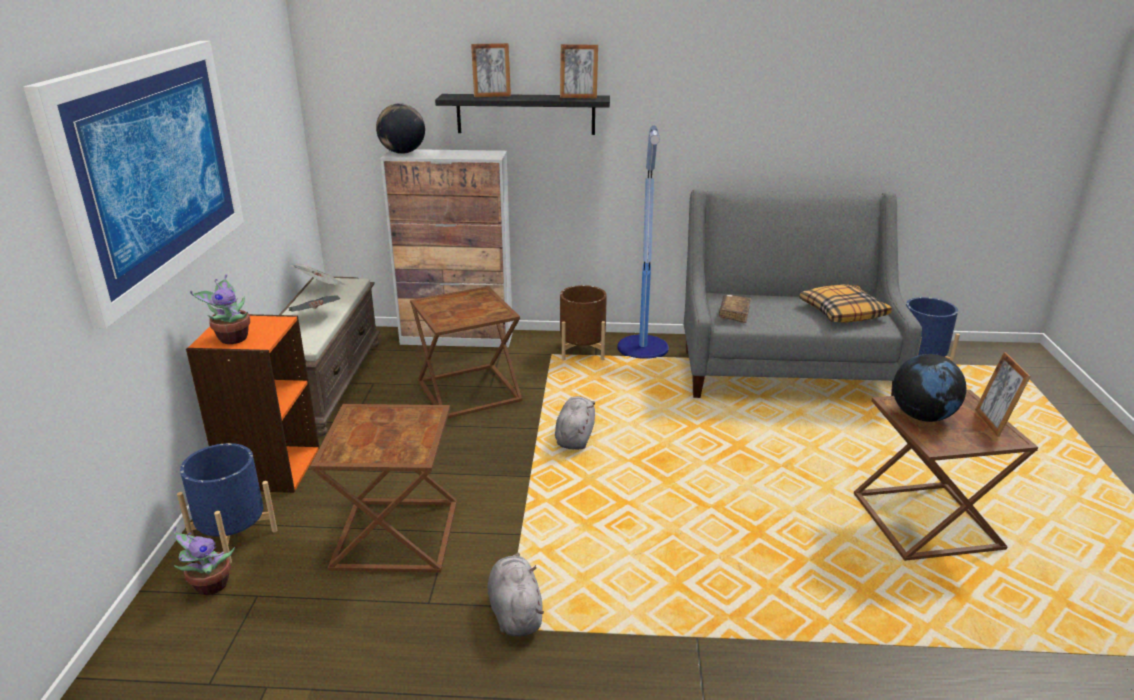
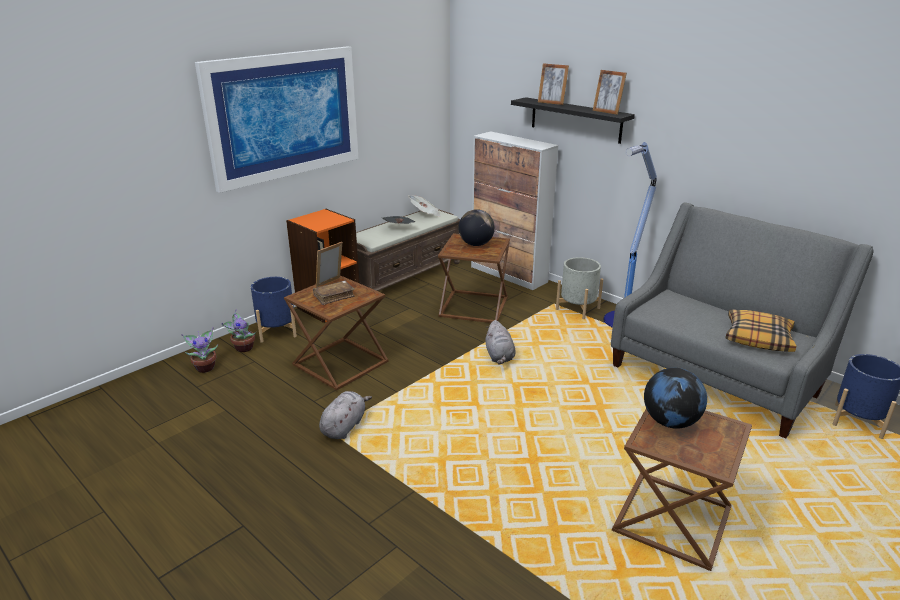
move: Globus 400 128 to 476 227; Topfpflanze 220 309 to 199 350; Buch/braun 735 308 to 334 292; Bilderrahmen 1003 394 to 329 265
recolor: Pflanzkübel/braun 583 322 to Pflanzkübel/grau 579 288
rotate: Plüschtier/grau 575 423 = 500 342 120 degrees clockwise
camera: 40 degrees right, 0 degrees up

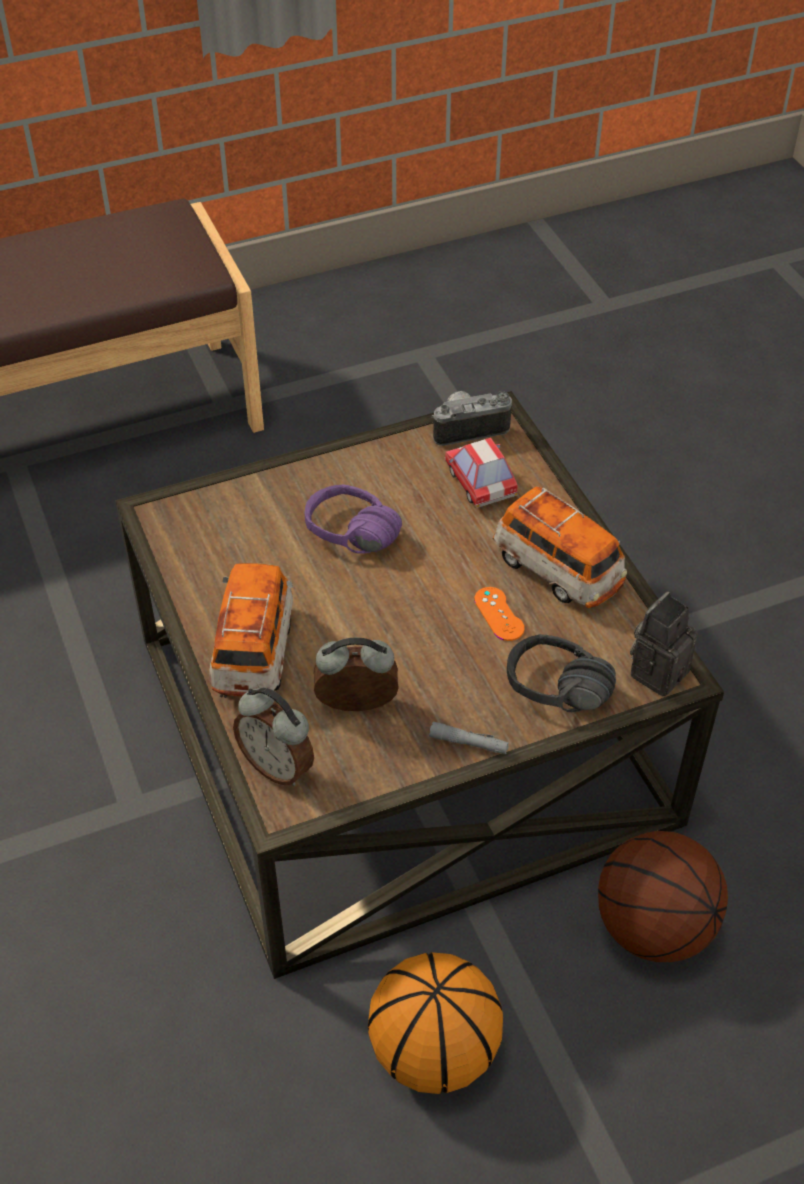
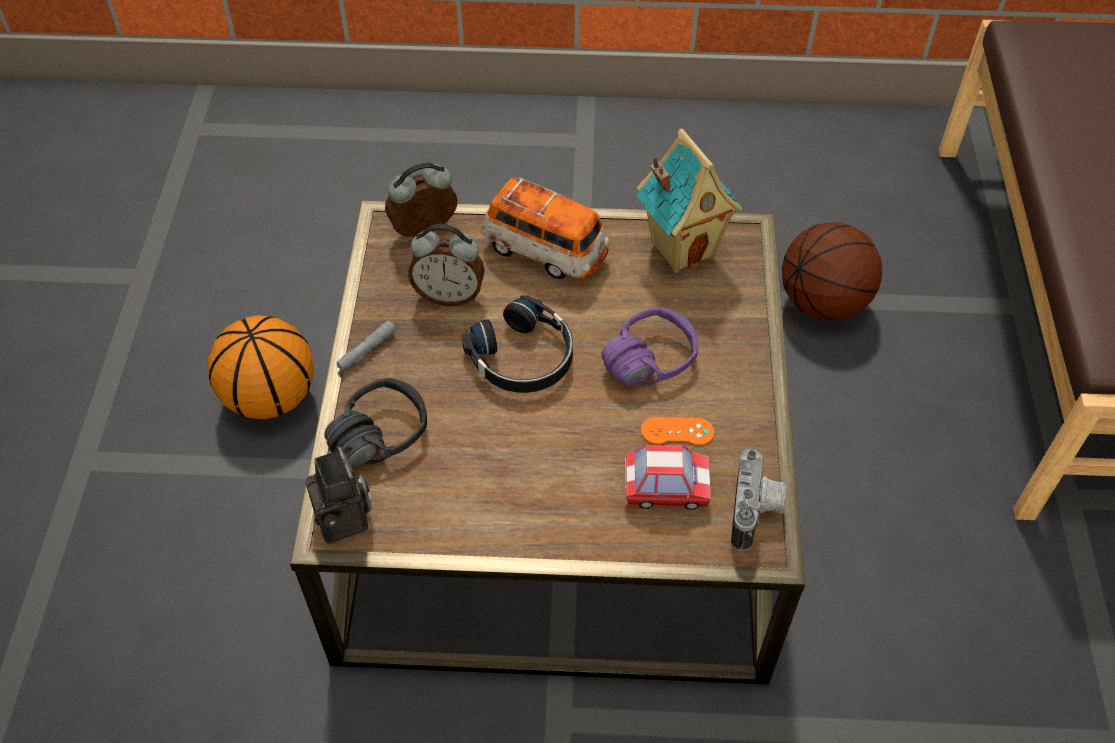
delete: Spielzeugauto 560 547
insert: Spielzeughaus 689 201; Kopfhörer/schwarz 517 344
move: Gamepad/orange 499 614 to 677 431; Basketball 663 896 to 832 271
rotate: Wecker 356 674 = 446 265 75 degrees clockwise
camera: 115 degrees right, 5 degrees up

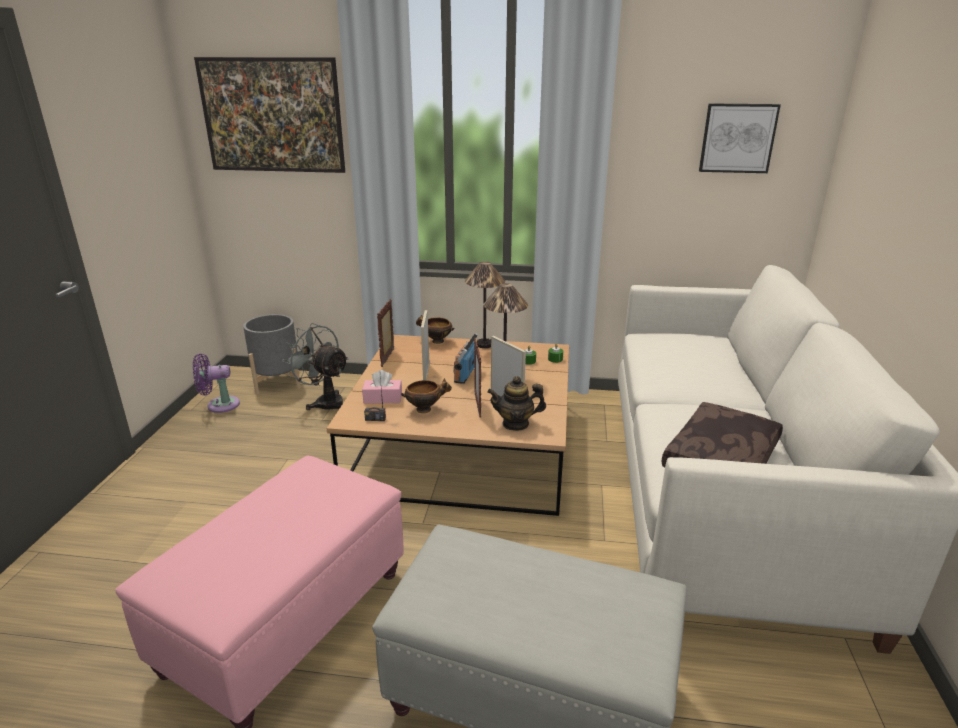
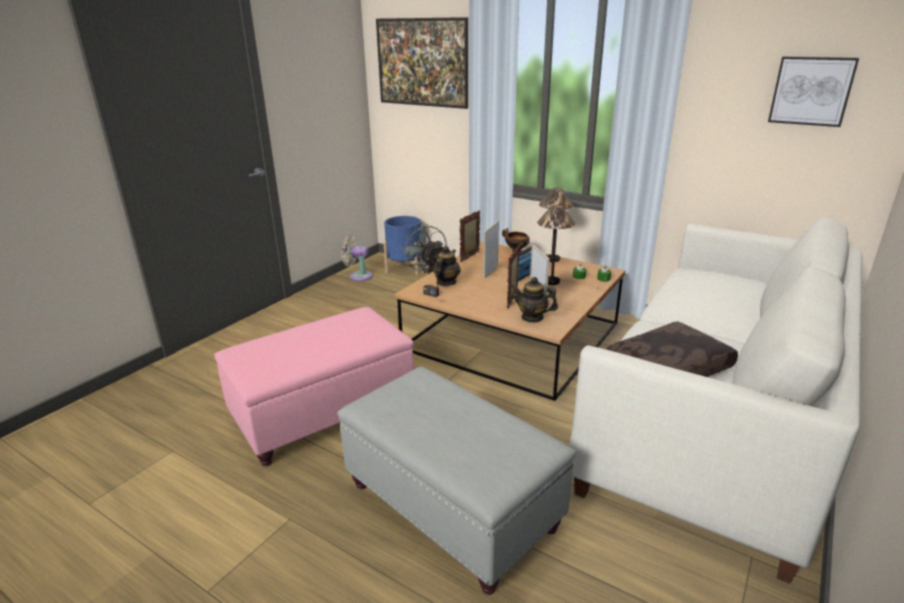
delete: Schüssel 426 395
replace: Taschentuchbox/rosa 382 387 to Teekanne 447 266
recolor: Pflanzkübel/grau 272 354 to Pflanzkübel/blau 402 245; Ventilator/lila 216 383 to Ventilator/beige 357 258
camera: 25 degrees right, 0 degrees up

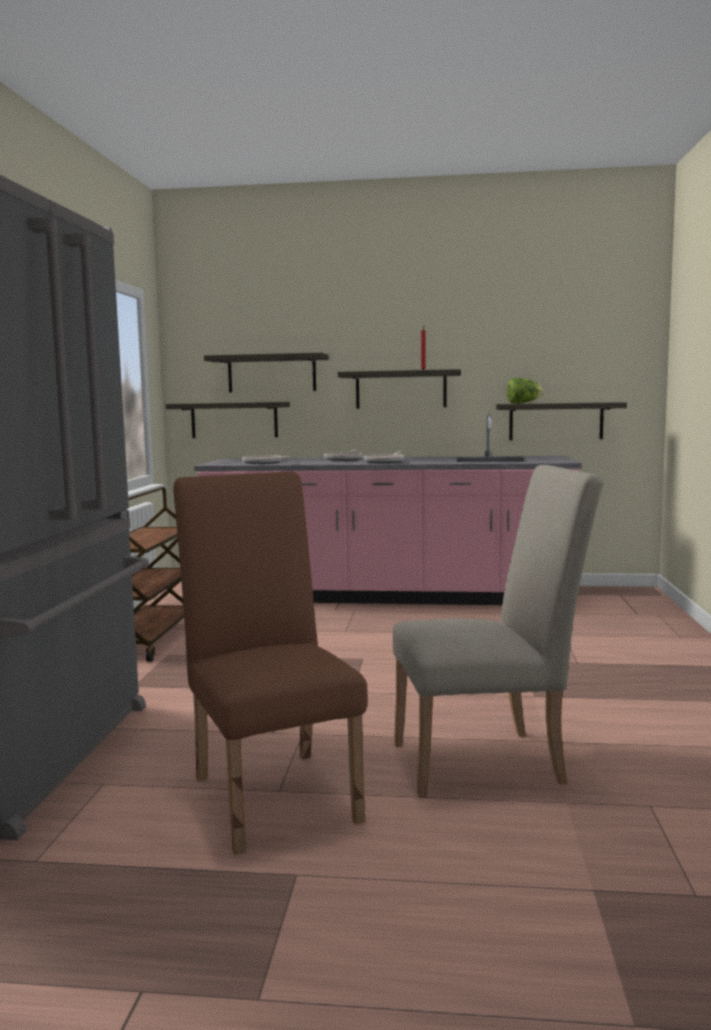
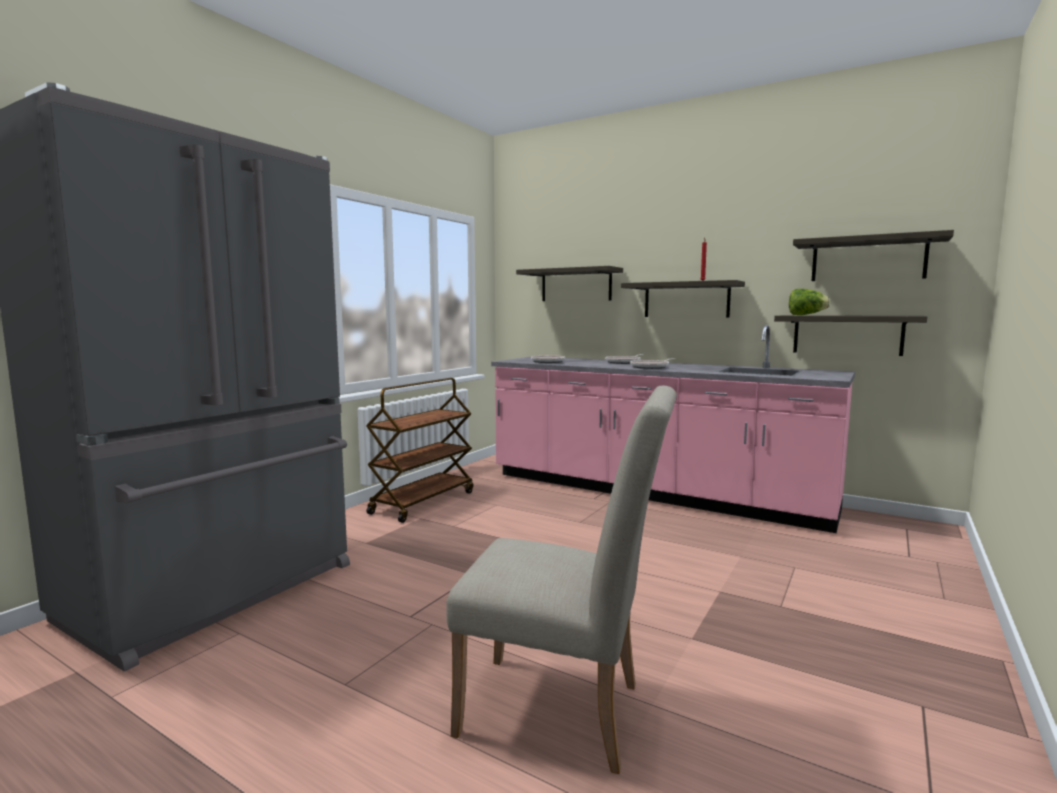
delete: Stuhl/braun 270 662
move: Wandregal 228 420 to 873 255
camera: 25 degrees right, 0 degrees up

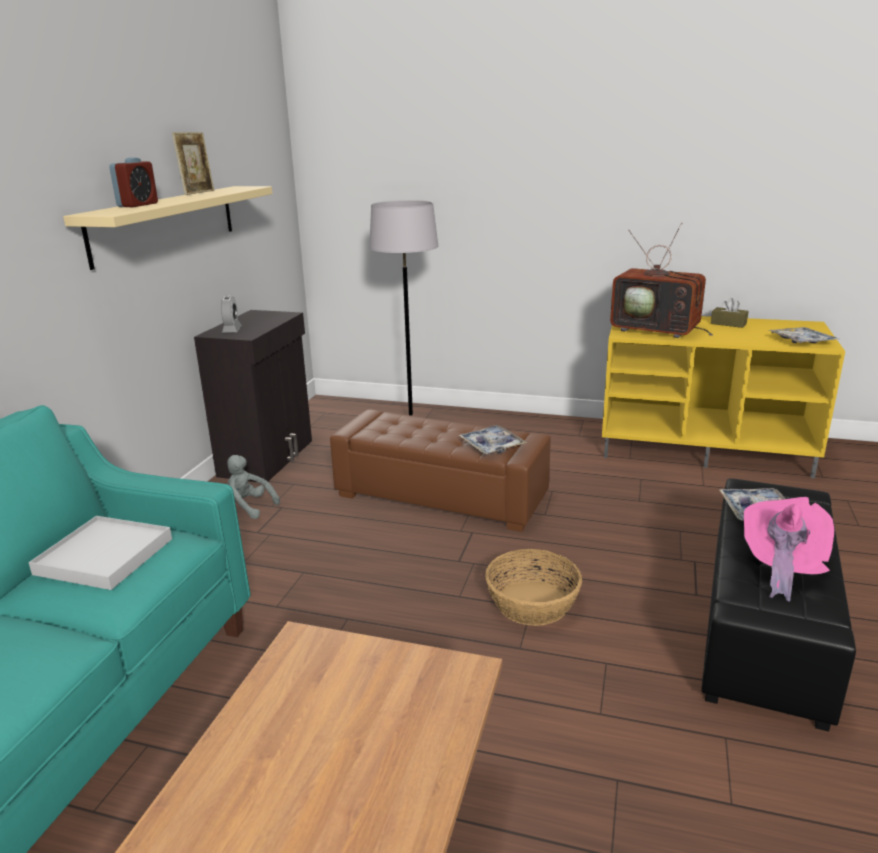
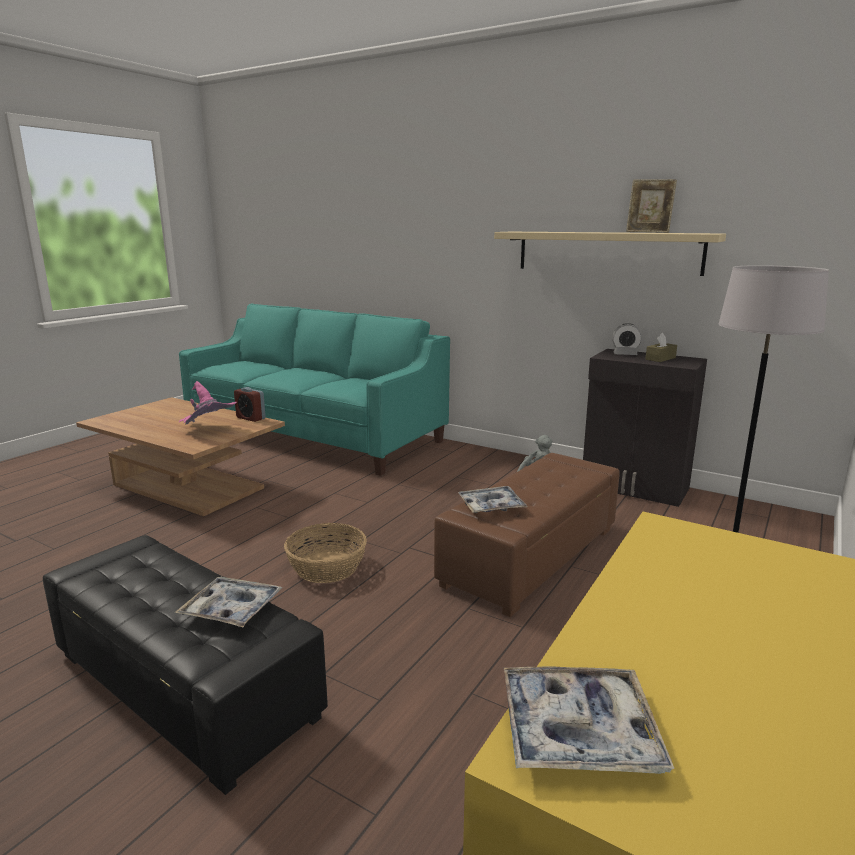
delete: Fernseher 661 280; Tablett/weiß 100 553
move: Wecker 133 182 to 250 404; Taschentuchbox/braun 729 313 to 661 347; Hut/rosa 789 549 to 208 403
camera: 105 degrees right, 5 degrees down

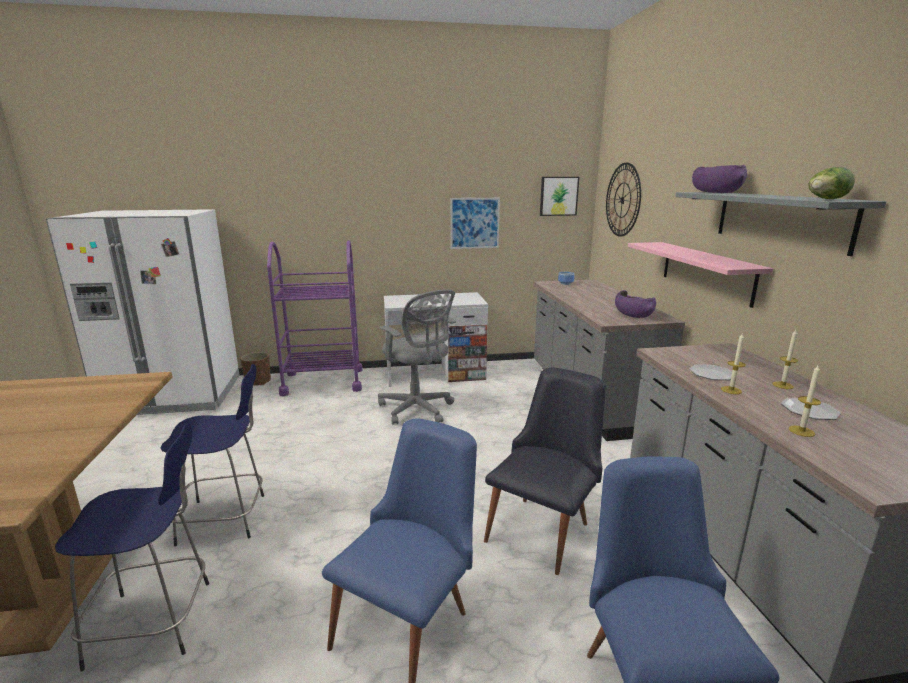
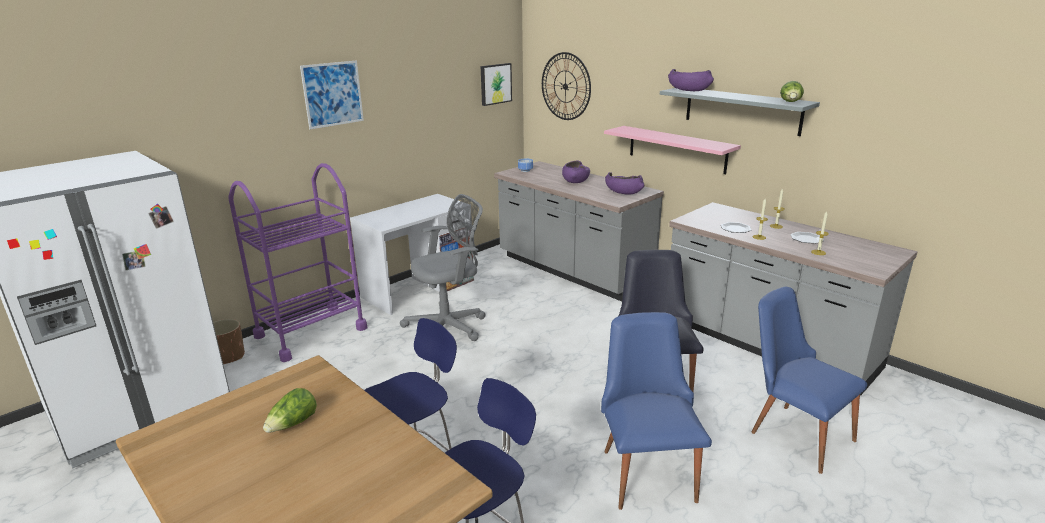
insert: Schüssel/lila 576 171; Salatkopf 290 410
move: Bild 475 223 to 332 95
rotate: Bürostuhl/grau 417 357 = 442 267 45 degrees counterclockwise
camera: 35 degrees left, 5 degrees up

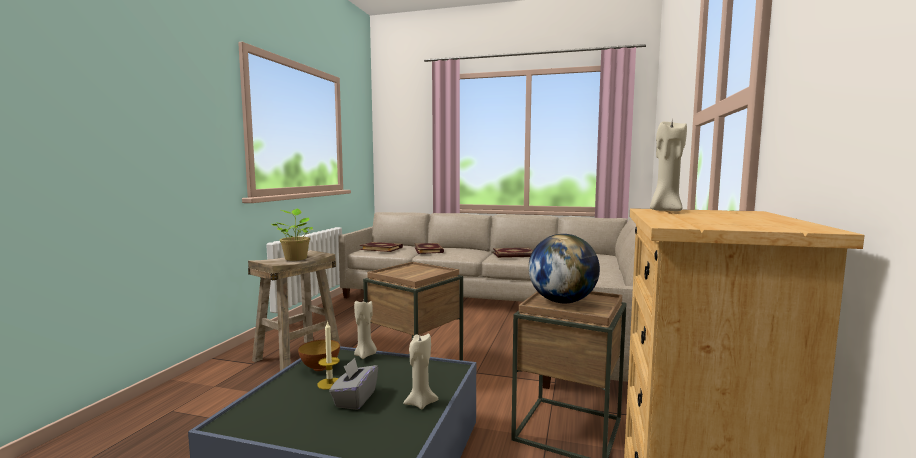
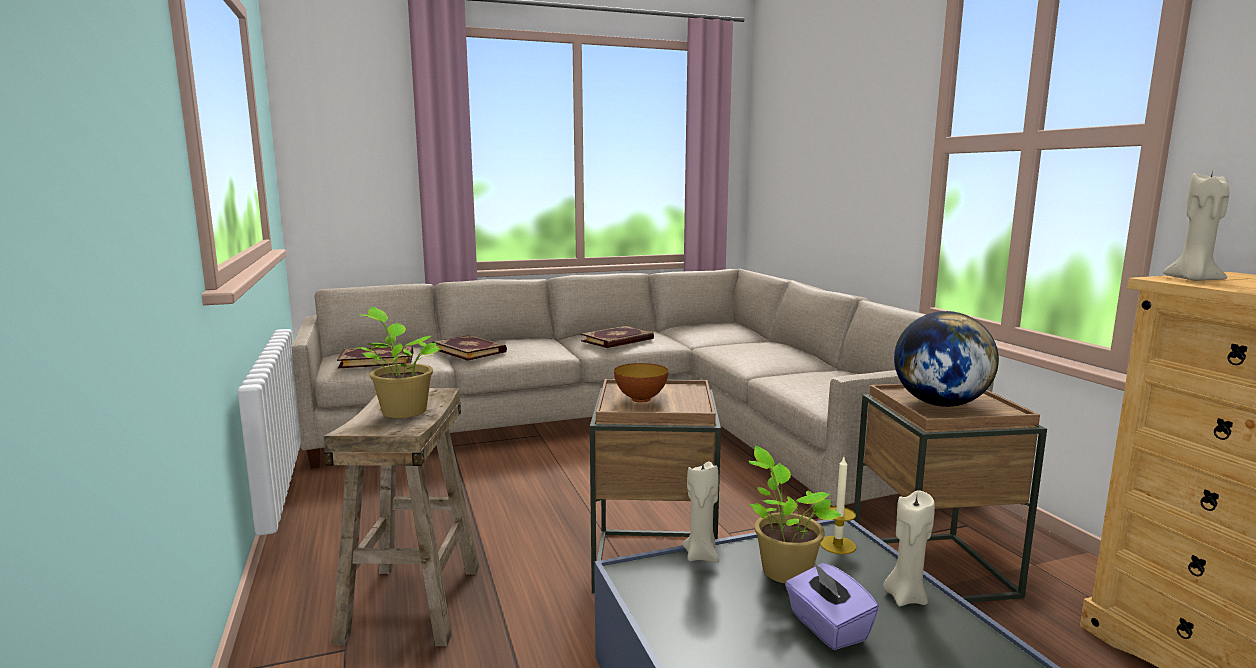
insert: Topfpflanze 795 514
move: Kerze 328 355 to 838 505; Schüssel 319 355 to 641 383
recolor: Taschentuchbox/grau 353 384 to Taschentuchbox/lila 832 606
camera: 35 degrees left, 5 degrees up

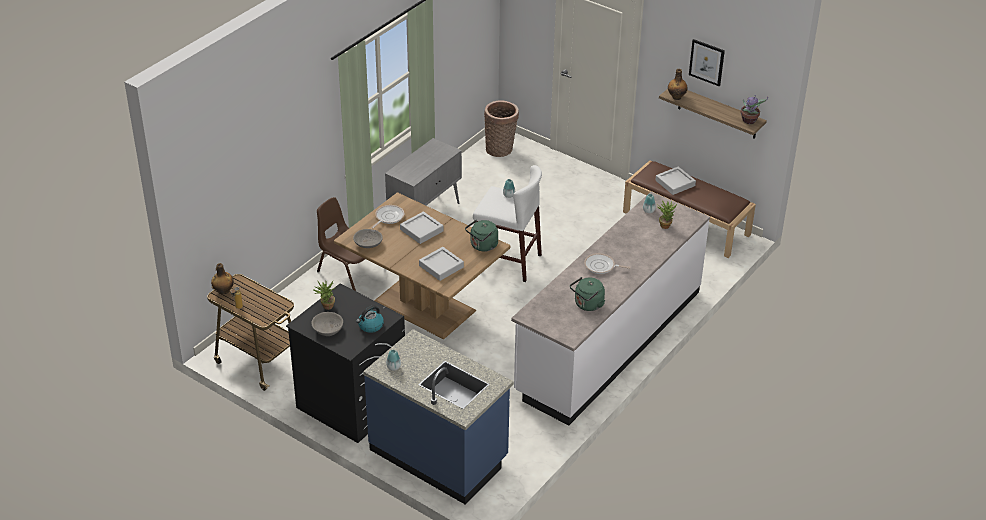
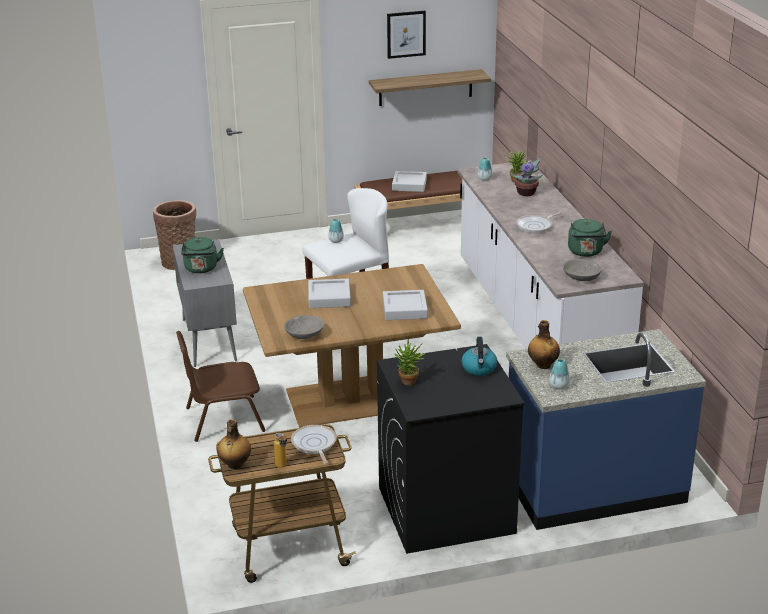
move: Flasche 678 84 to 544 344; Topfpflanze 754 109 to 526 175; Pfanne 387 217 to 314 444; Wasserkessel/grün 482 236 to 202 255; Schüssel/grau 327 324 to 582 270
camera: 50 degrees left, 10 degrees down

